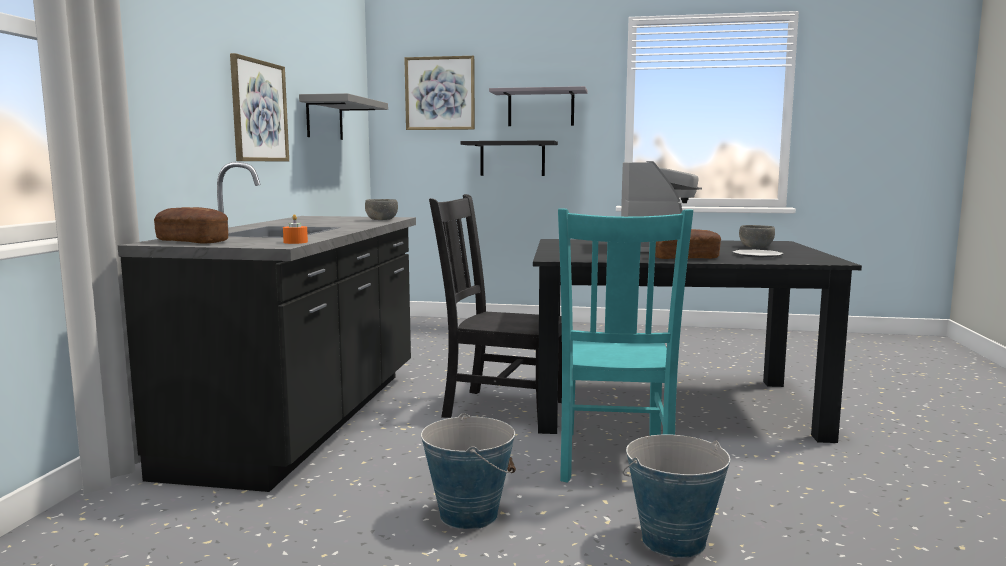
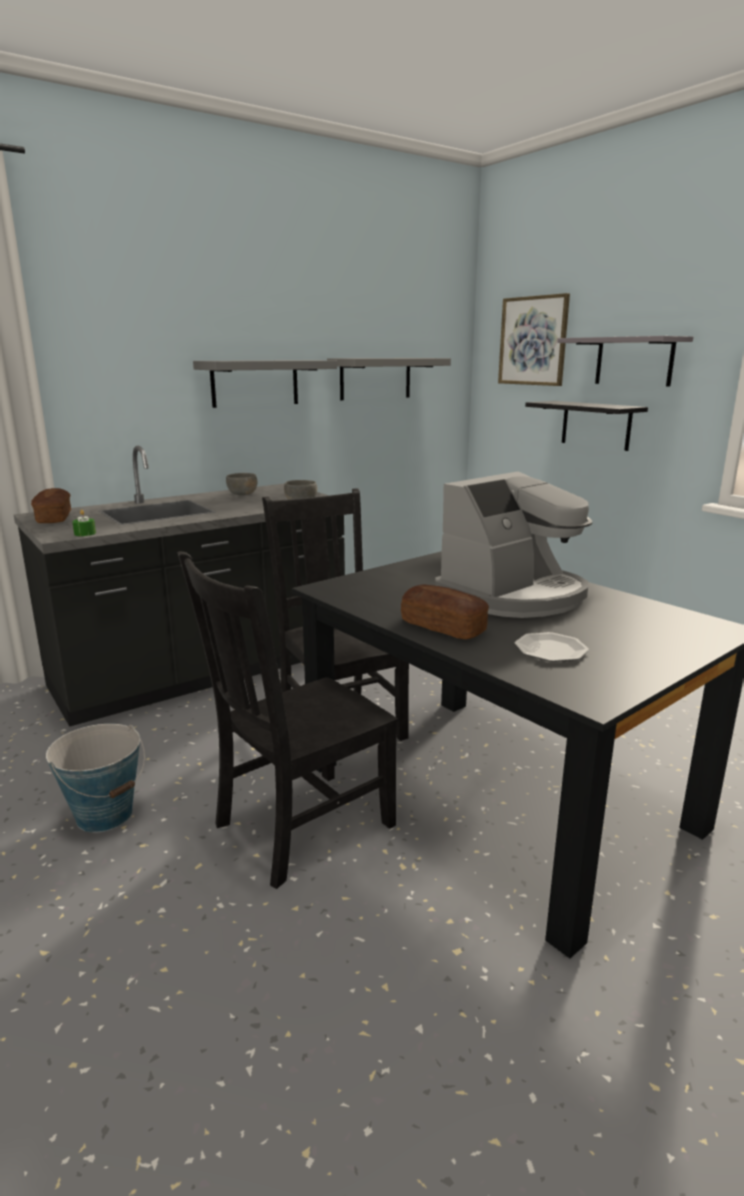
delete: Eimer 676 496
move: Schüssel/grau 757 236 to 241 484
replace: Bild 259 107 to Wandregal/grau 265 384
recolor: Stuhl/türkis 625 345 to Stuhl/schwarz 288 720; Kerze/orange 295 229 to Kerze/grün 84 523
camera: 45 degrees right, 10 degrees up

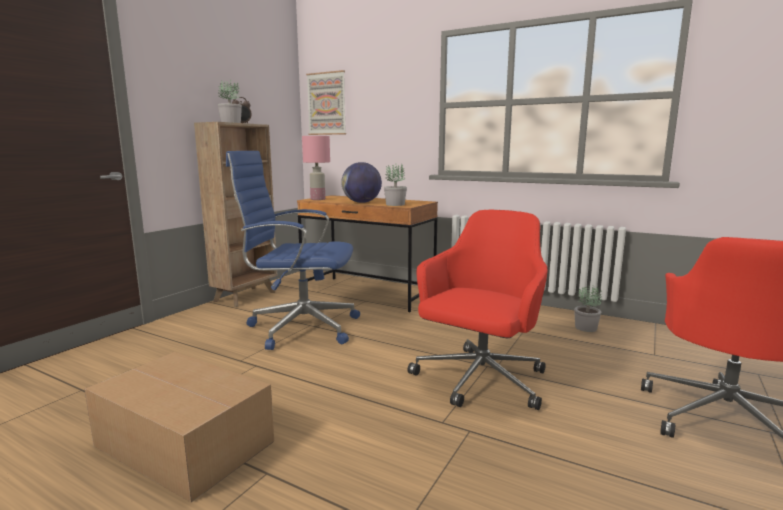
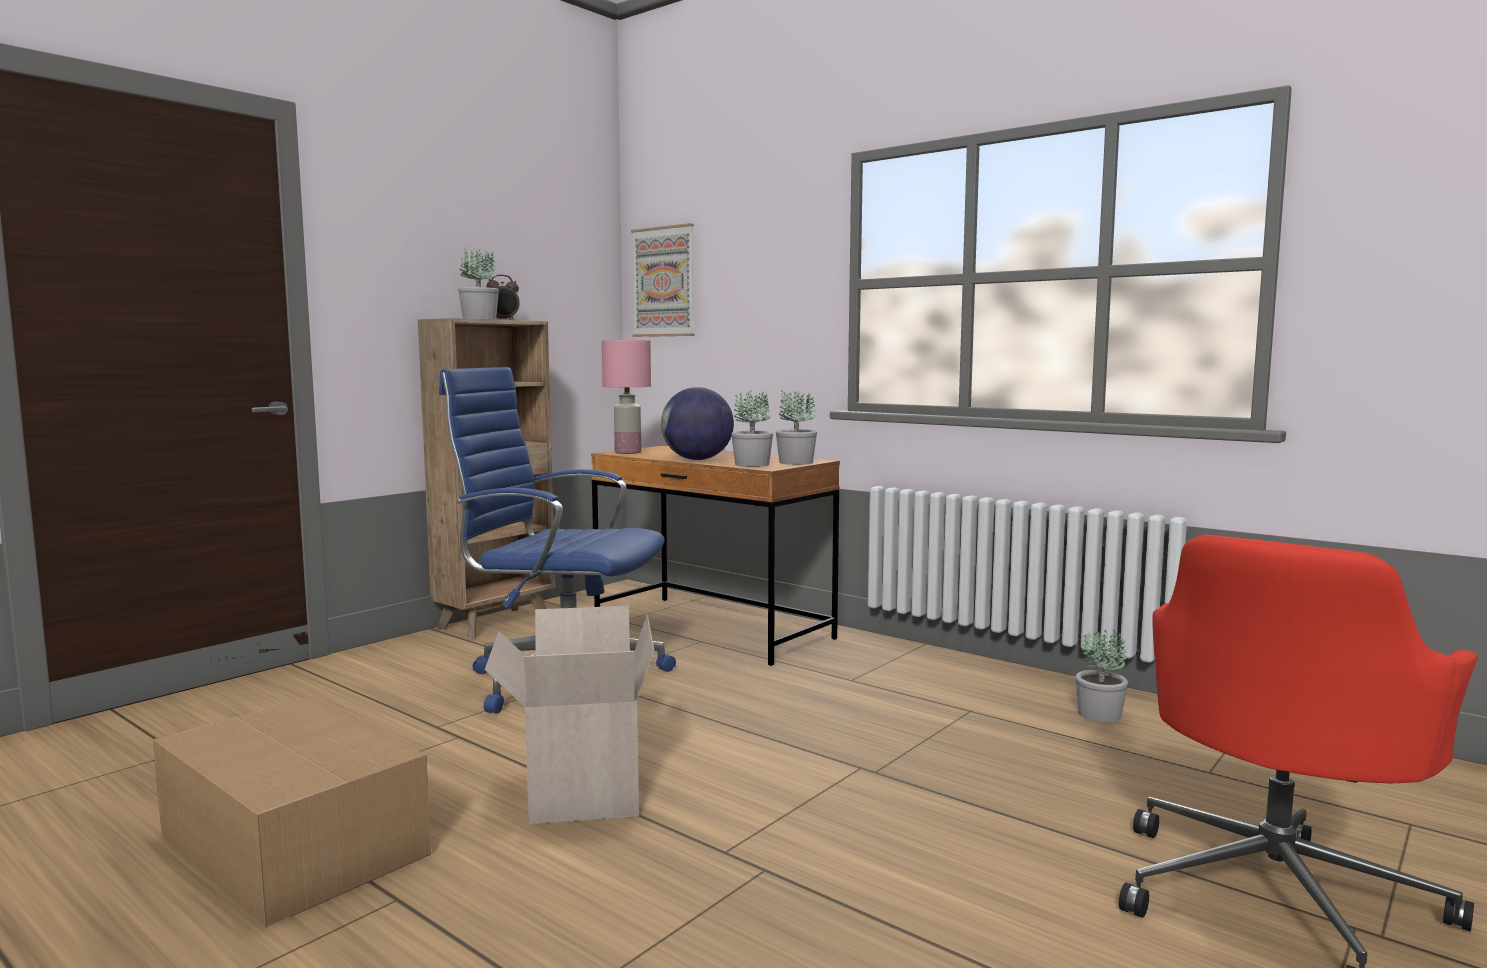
delete: Bürostuhl/rot 477 310
insert: Topfpflanze 796 428; Karton 569 715
camera: 10 degrees right, 5 degrees down

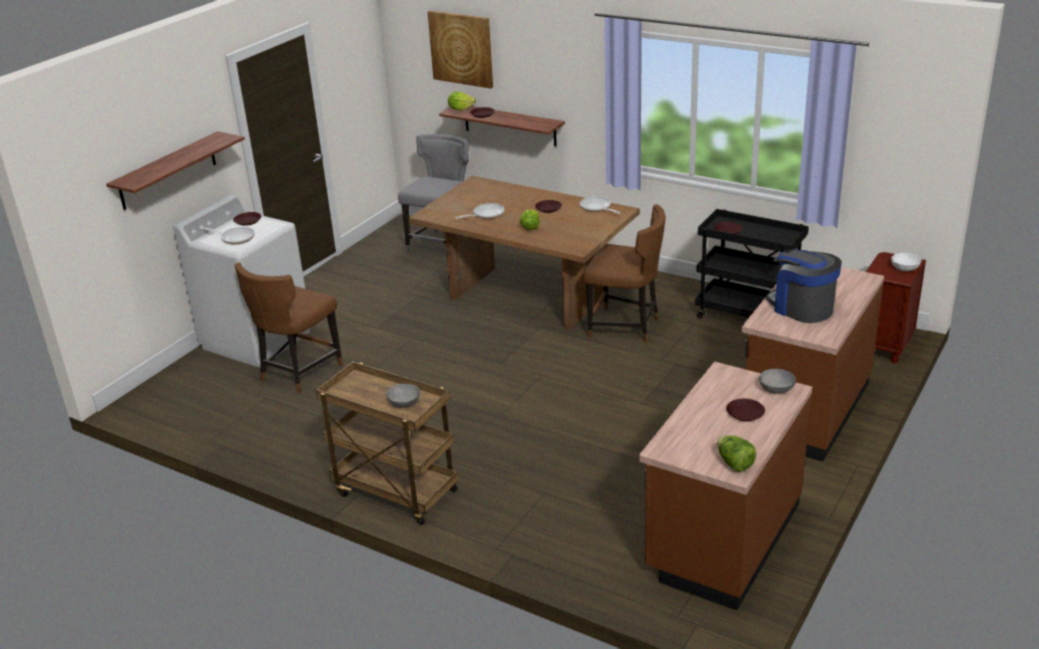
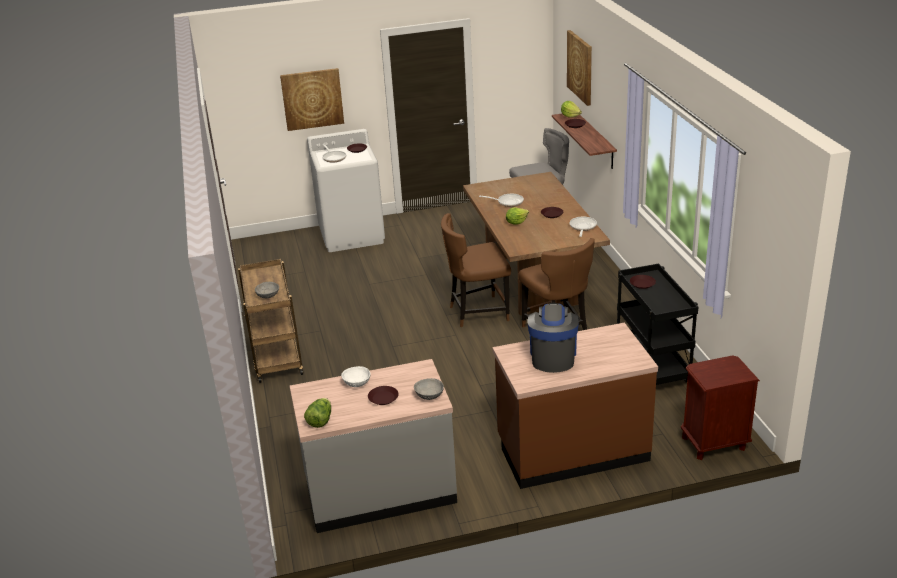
move: Schüssel/weiß 906 262 to 356 376; Stuhl/braun 289 327 to 476 270
replace: Wandregal 175 170 to Bild 312 99
recolor: Küchenzeile/braun 726 486 to Küchenzeile/grau 373 446
camera: 45 degrees right, 0 degrees up

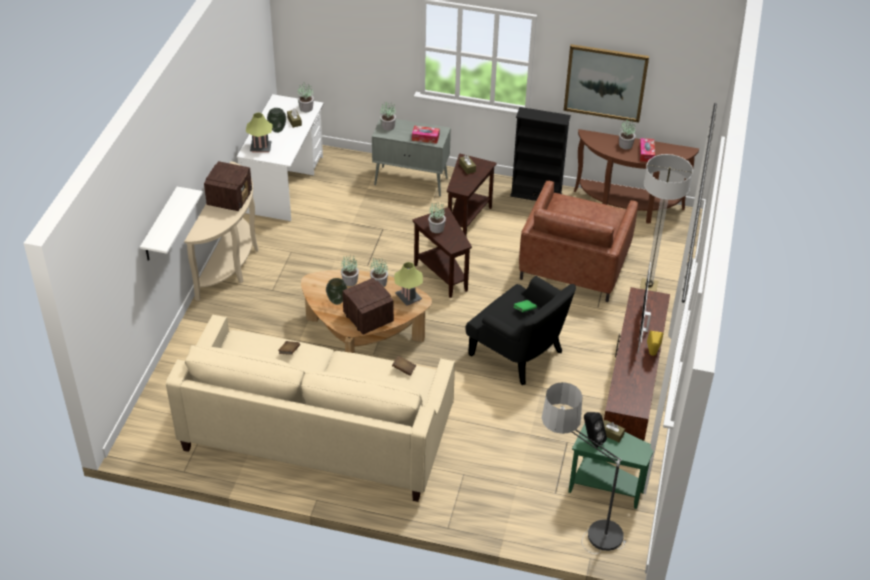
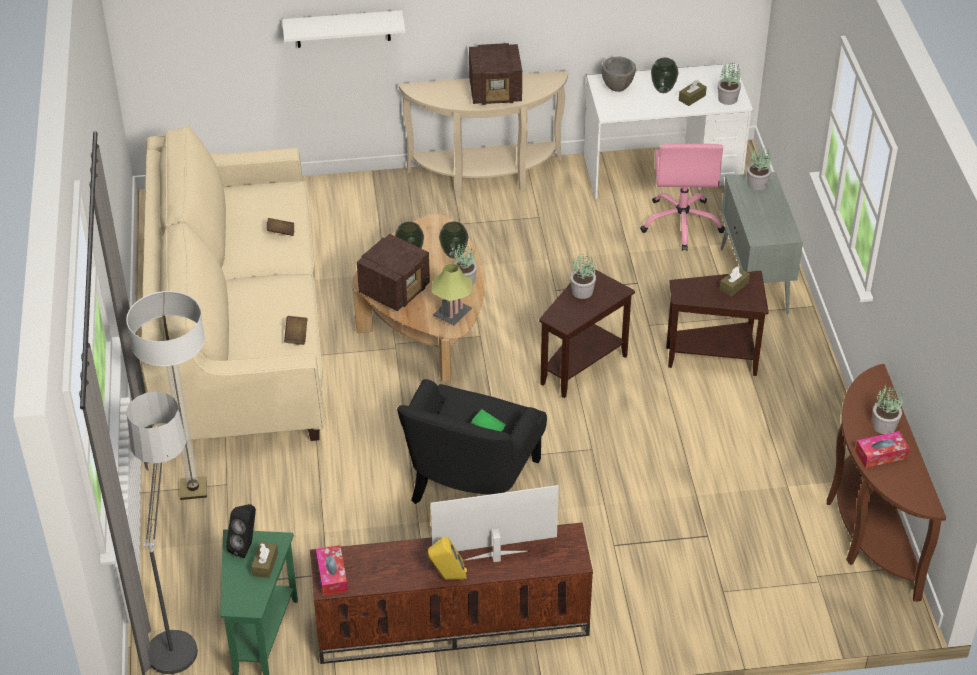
delete: Bild 606 83; Bücherregal/schwarz 540 154; Sessel/braun 578 241
insert: Bürostuhl/rosa 682 197
move: Taschentuchbox 426 135 to 332 570; Stehlampe 666 223 to 166 395
replace: Tischlampe 259 132 to Schüssel/grau 619 74; Topfpflanze 350 270 to Vase 453 240
camera: 70 degrees right, 0 degrees up

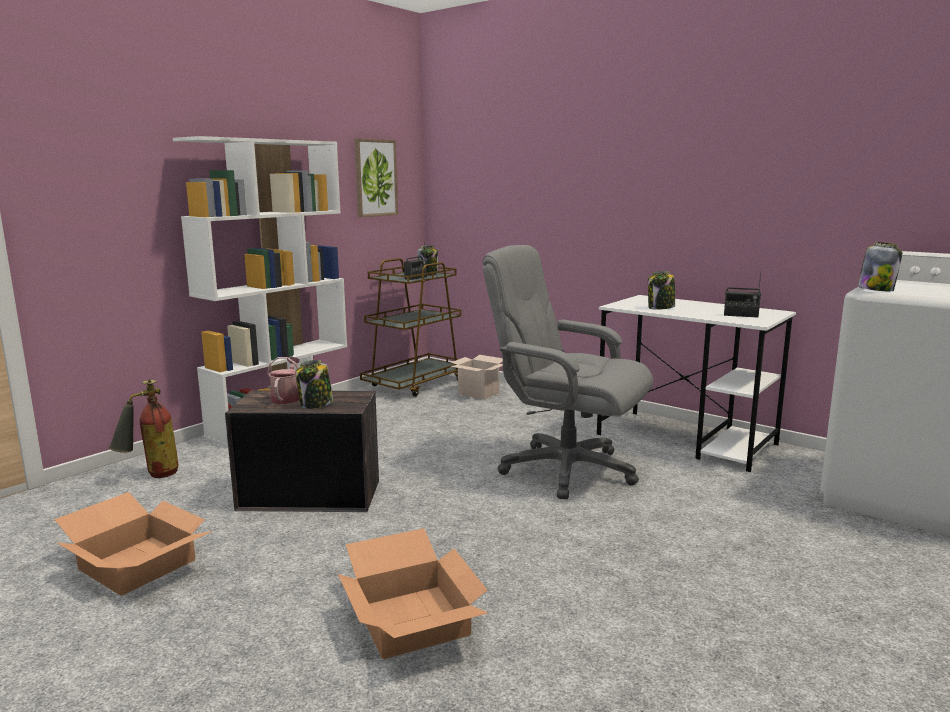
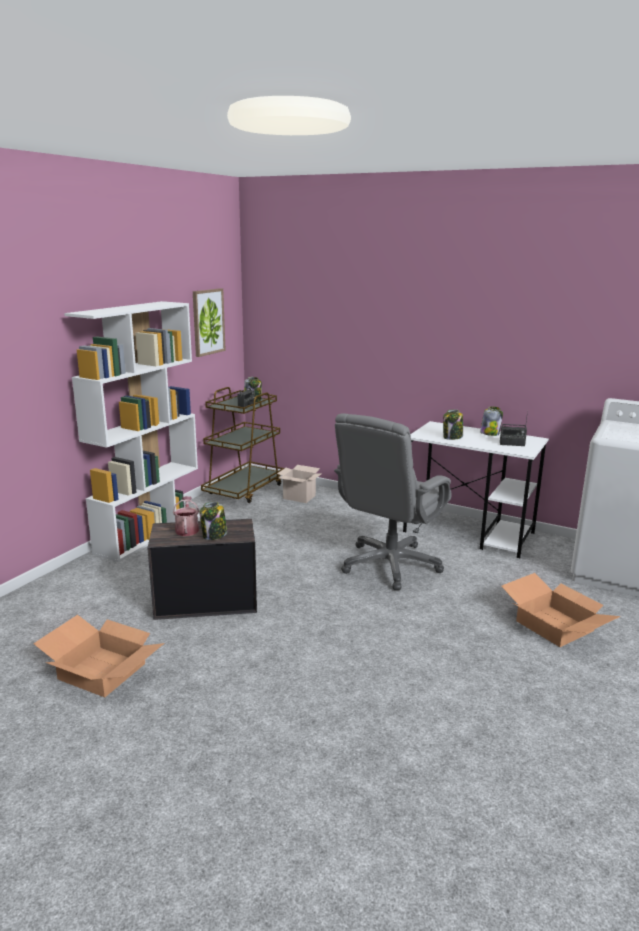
delete: Feuerlöscher 144 428
move: Vorratsglas 880 266 to 491 421; Karton 413 593 to 561 610
rotate: Bürostuhl/grau 567 372 = 392 502 75 degrees counterclockwise
camera: 10 degrees left, 5 degrees up

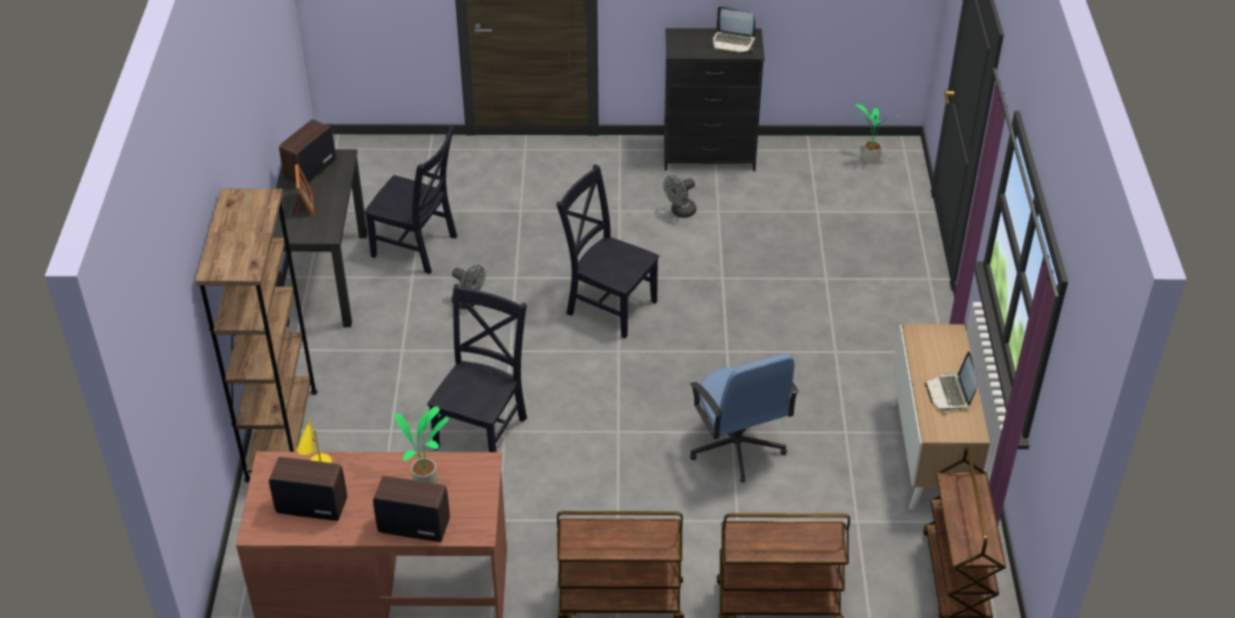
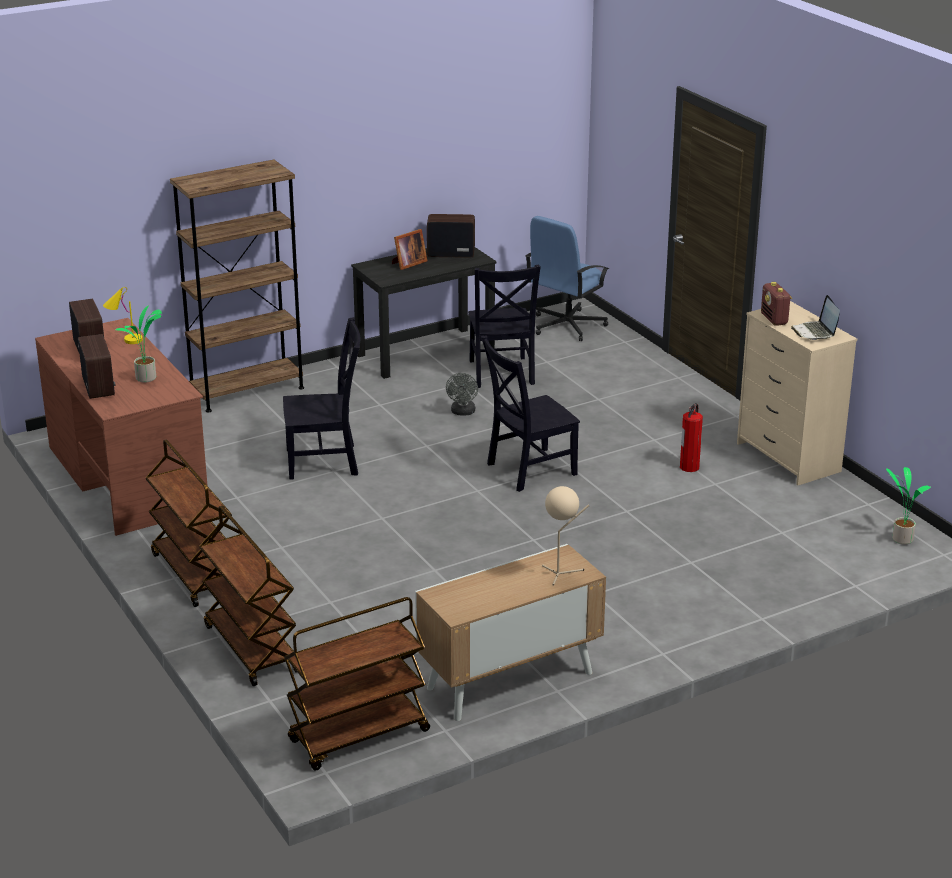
delete: Laptop 951 381
insert: Radio 776 304; Tischlampe/beige 565 536
move: Bürostuhl/blau 744 418 to 567 278
replace: Ventilator/grau 679 196 to Feuerlöscher 691 437
recolor: Kommode/schwarz 714 99 to Kommode/beige 797 393
rotate: Stuhl/schwarz 607 251 = 530 413 120 degrees counterclockwise
camera: 60 degrees right, 15 degrees down

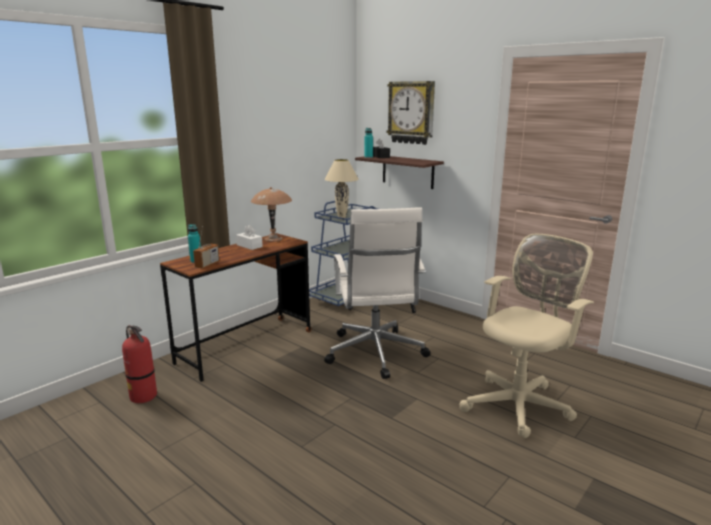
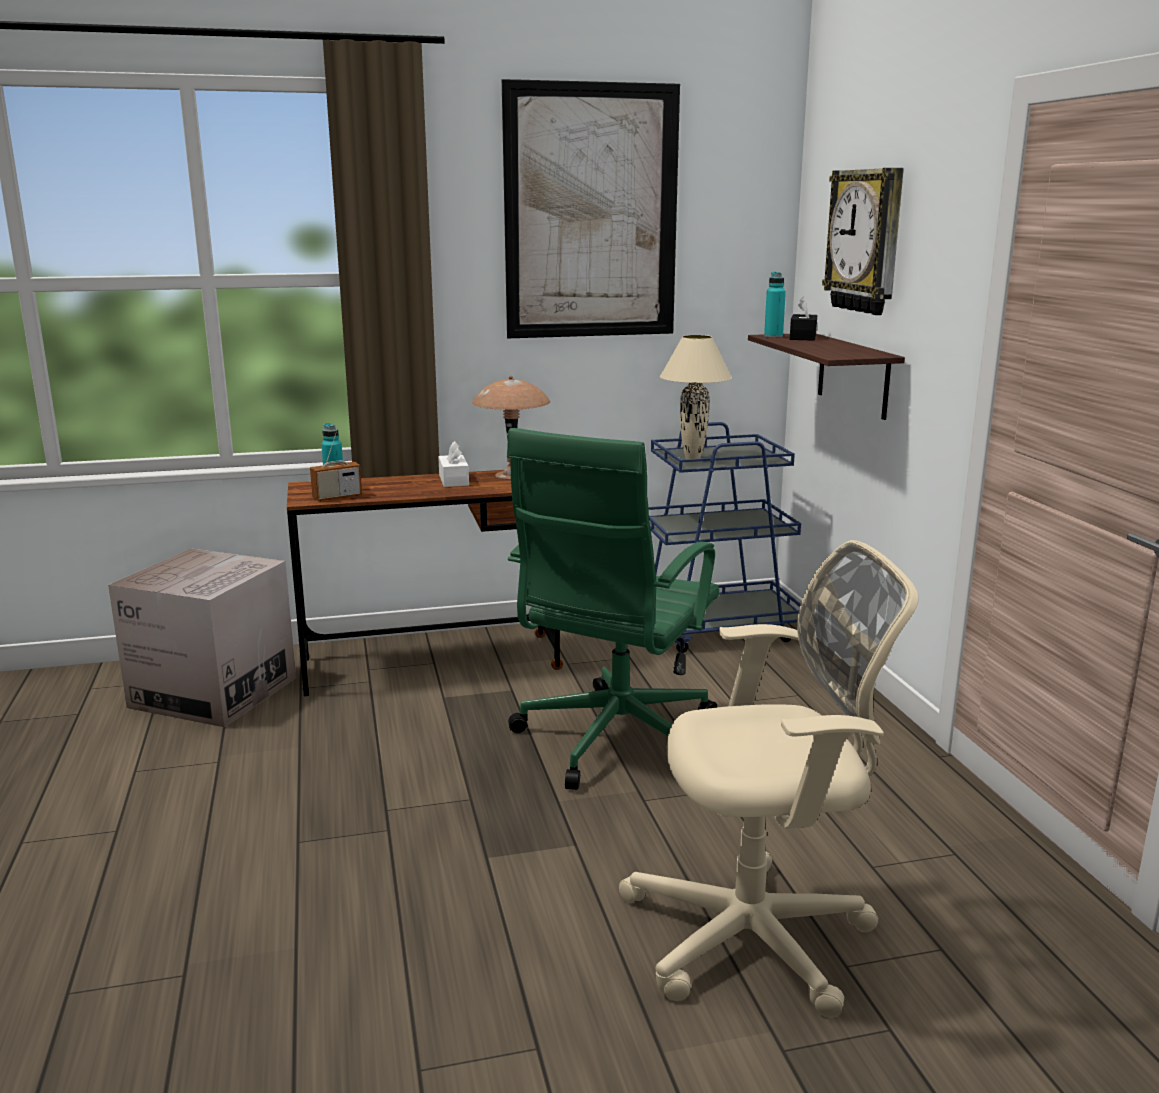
insert: Bild 591 208
replace: Feuerlöscher 139 364 to Karton 202 637
recolor: Bürostuhl/weiß 377 293 to Bürostuhl/grün 613 609
camera: 35 degrees right, 0 degrees up

